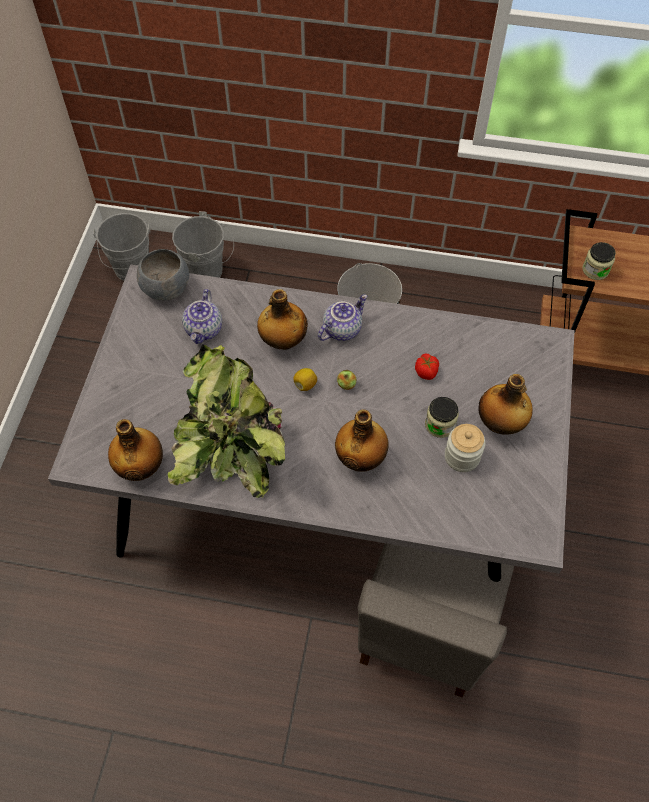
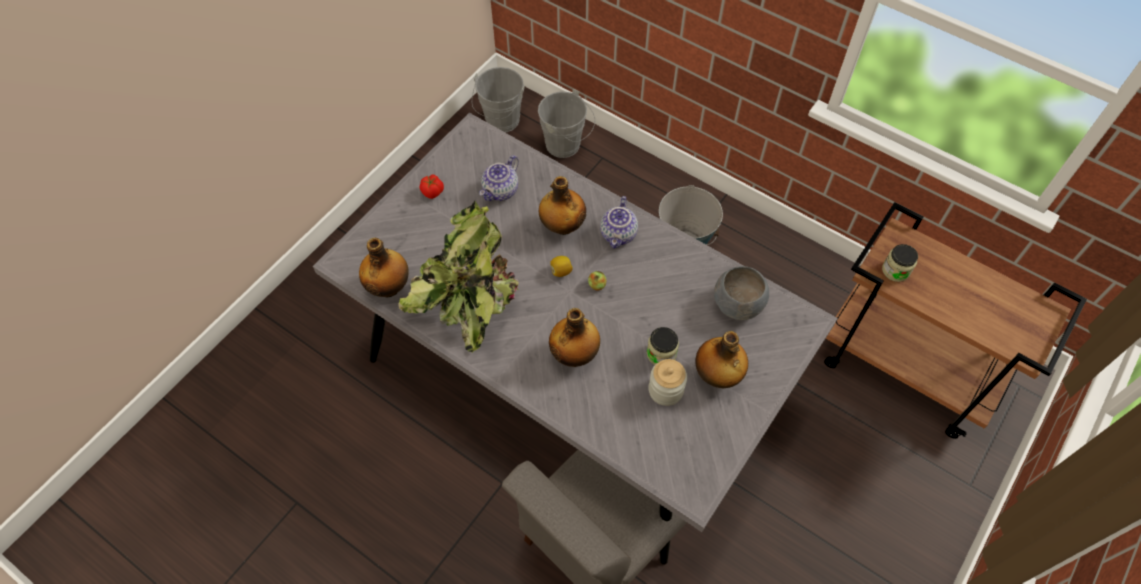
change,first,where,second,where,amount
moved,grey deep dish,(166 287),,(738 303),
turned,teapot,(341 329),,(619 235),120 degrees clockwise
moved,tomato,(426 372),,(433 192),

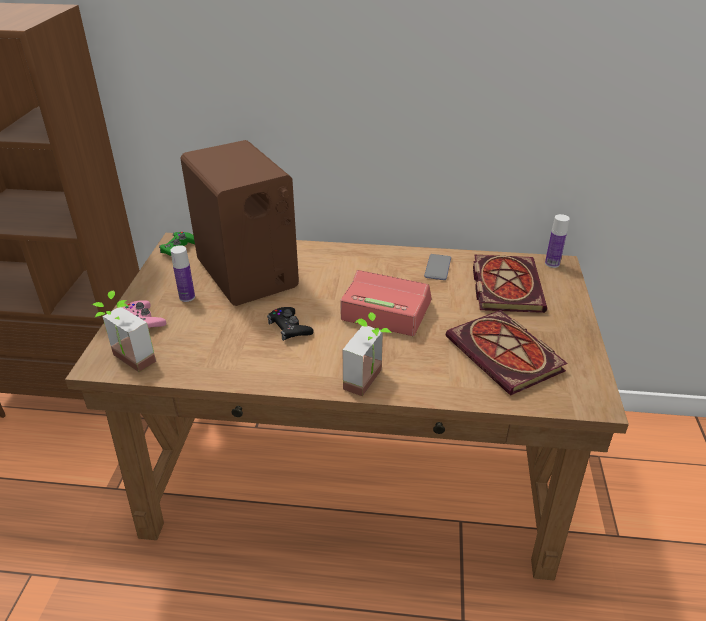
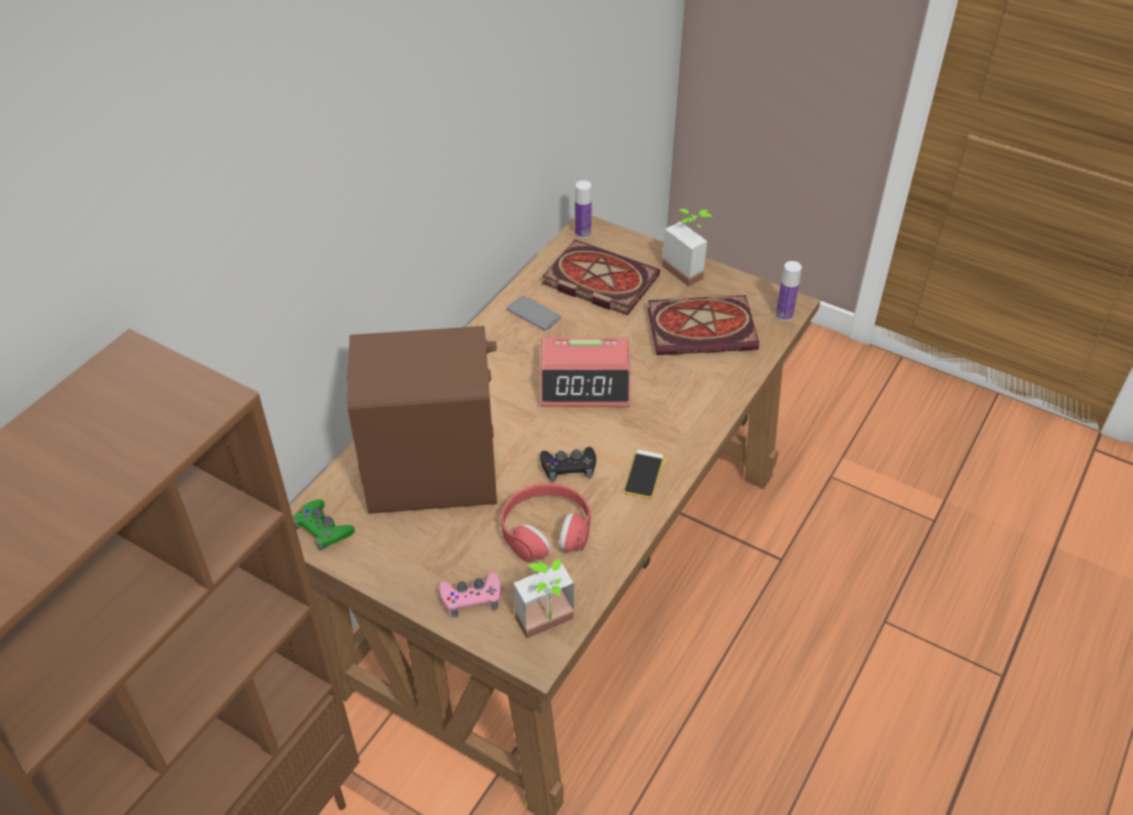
change,first,where,second,where,amount
moved,drink bottle,(187 297),,(784 315),
turned,alarm clock,(385 311),,(585 382),135 degrees counterclockwise
moved,houseplant,(370 382),,(688 269),
added,,,phone,(644 474),
added,,,red headset,(546 530),

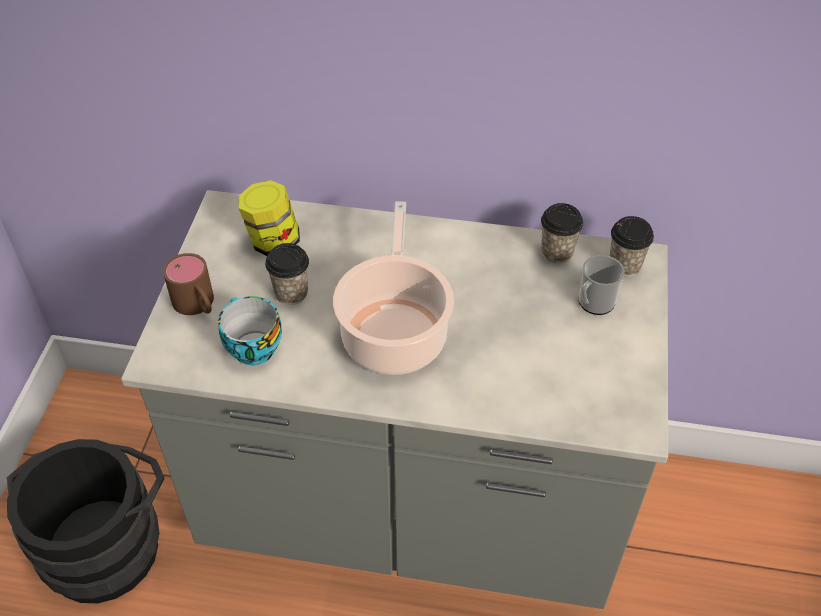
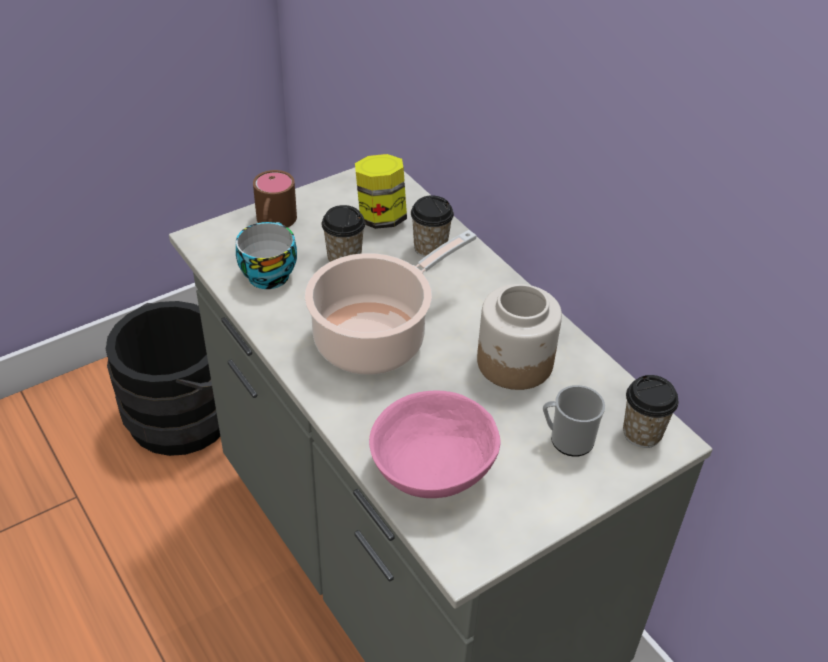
change,first,where,second,where,amount
moved,cup,(557 252),,(430 248),
added,,,storage jar,(515 363),
added,,,pink deep dish,(434 469),

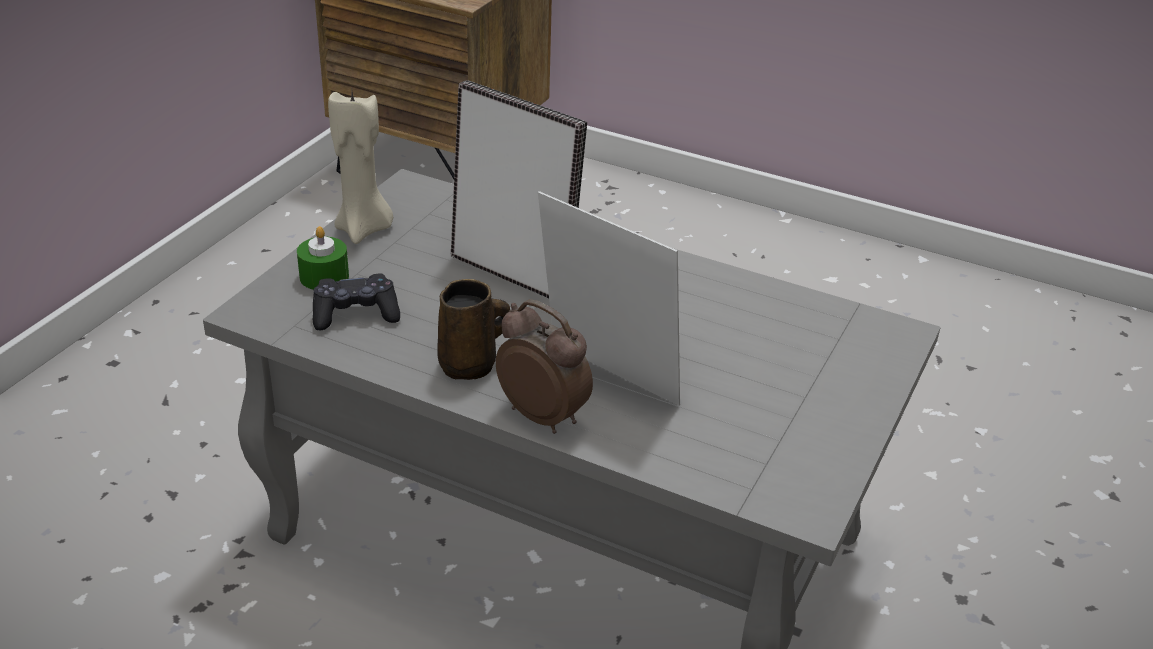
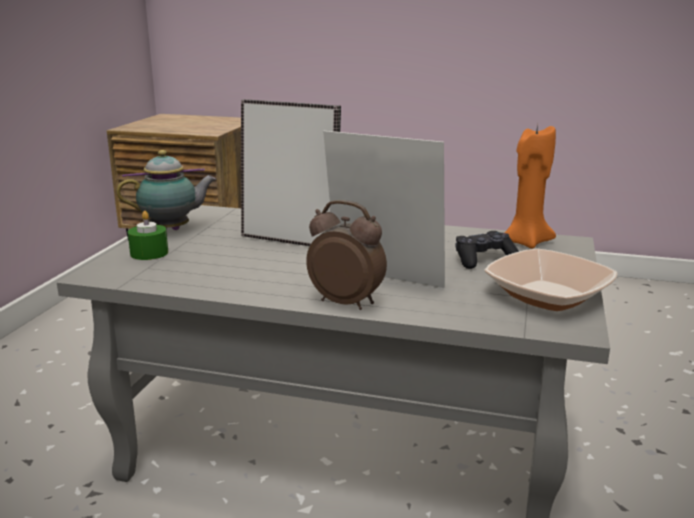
change,first,where,second,where,amount
replaced,beige-coloured candle,(364 229),teapot,(172 230),
moved,black joypad,(355 314),,(484 259),
removed,brownish tea mug,(471 365),,,
added,,,orangey candle,(525 242),
added,,,deep dish,(548 295),

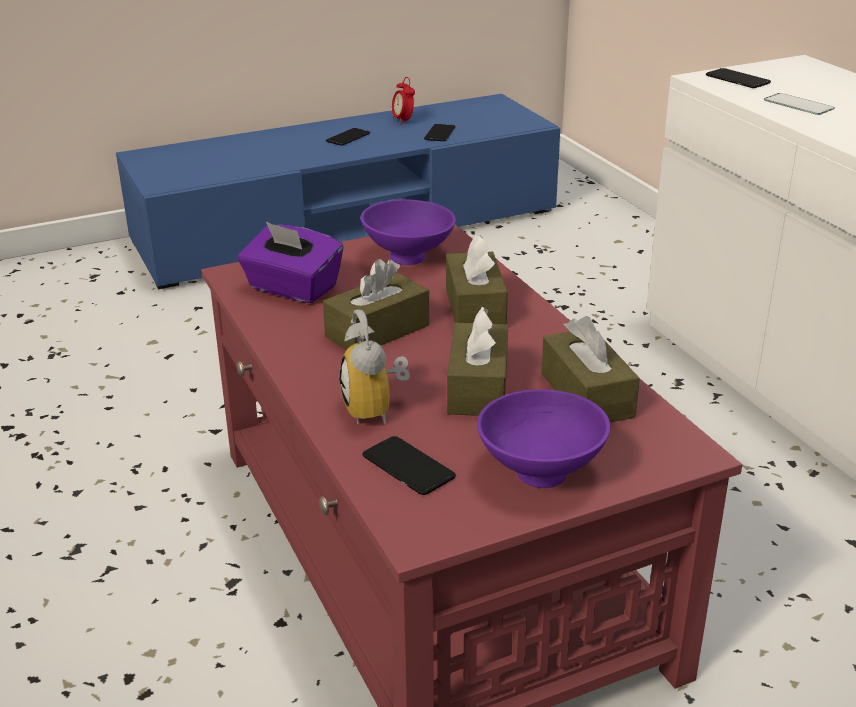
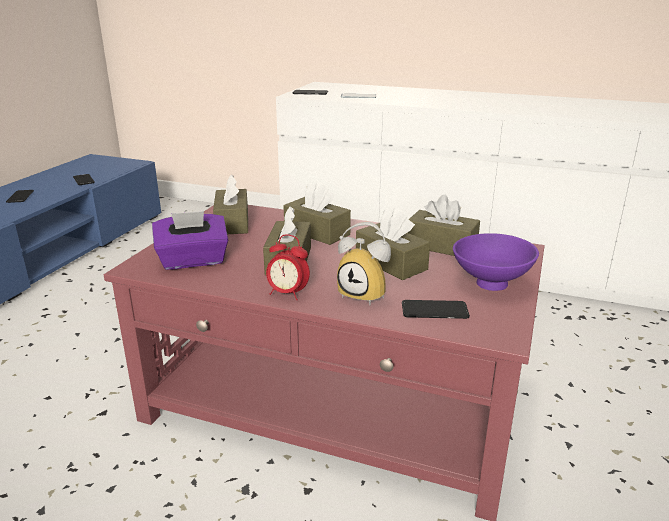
change,first,where,second,where,amount
moved,alarm clock,(403 121),,(287 294),
replaced,purple-coloured deep dish,(408 256),brownish box of tissues,(232 223),

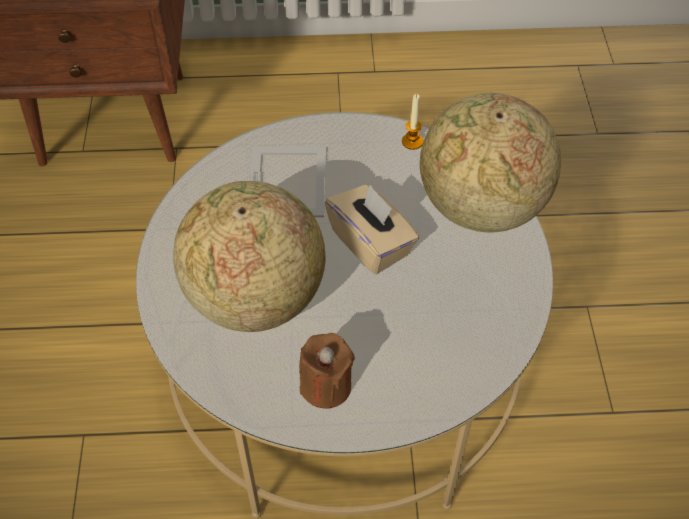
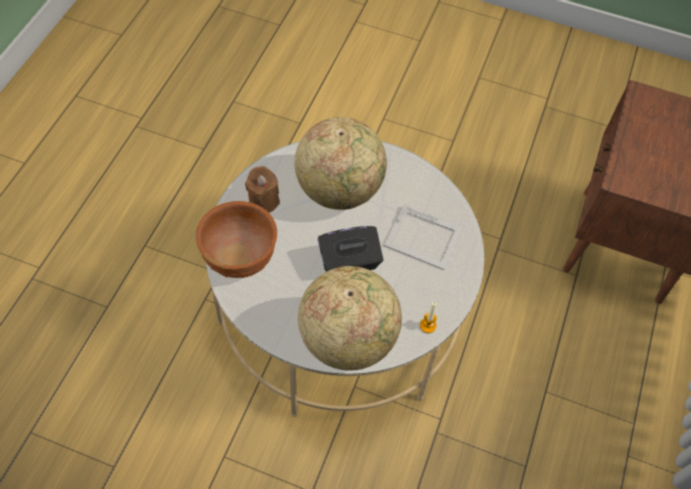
change,first,where,second,where,amount
recoloured,beige-coloured box of tissues,(371 243),black box of tissues,(349 262),
added,,,brownish deep dish,(240 257),

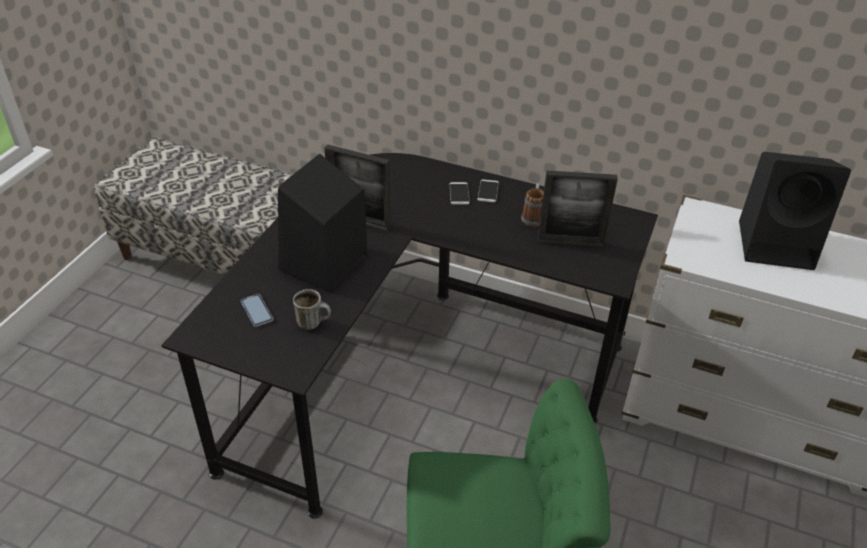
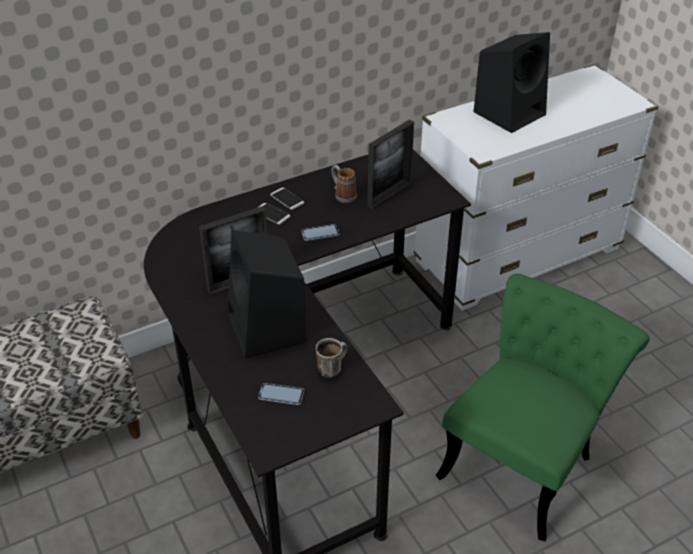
change,first,where,second,where,amount
added,,,phone,(320 233),

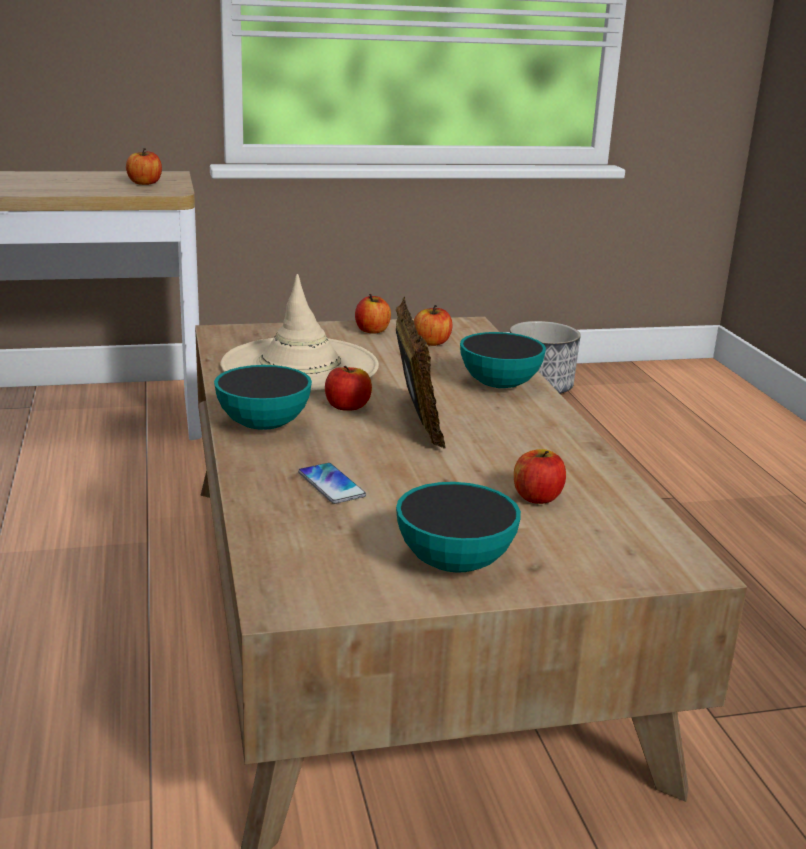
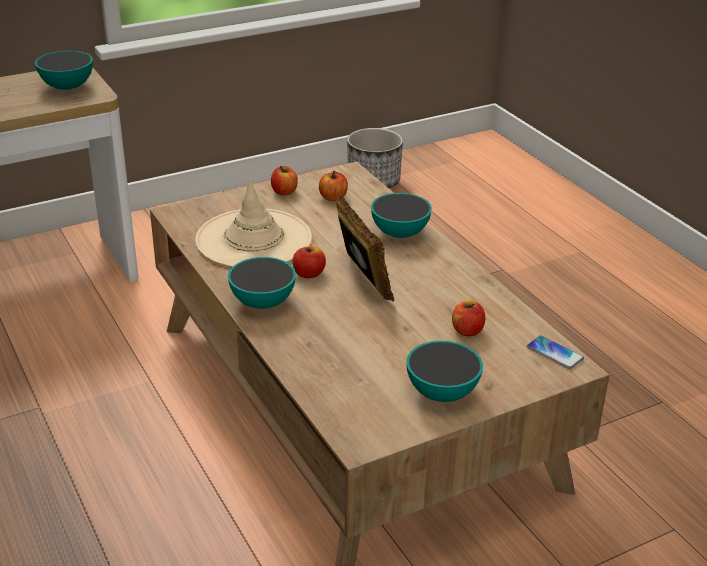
change,first,where,second,where,amount
replaced,apple,(145 183),deep dish,(67 87),
moved,phone,(331 484),,(554 353),

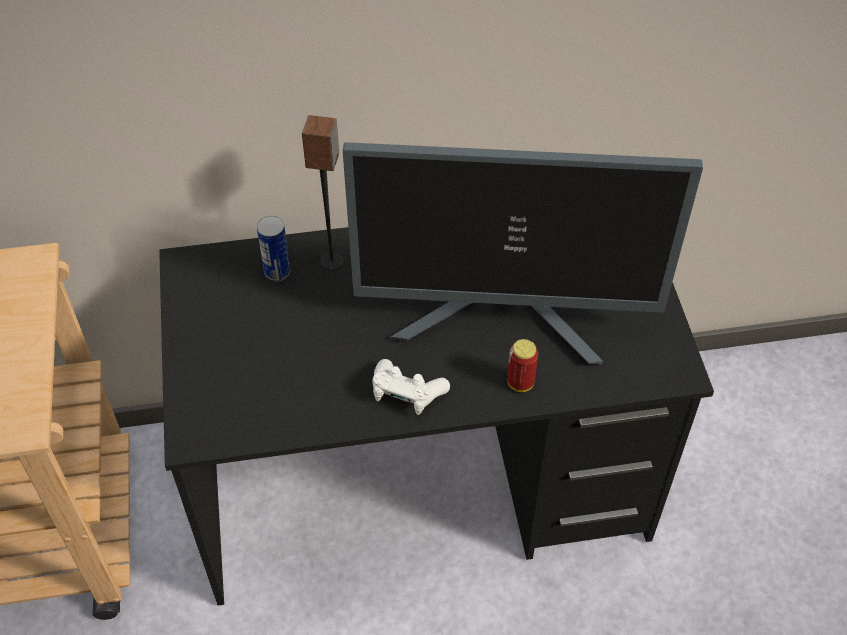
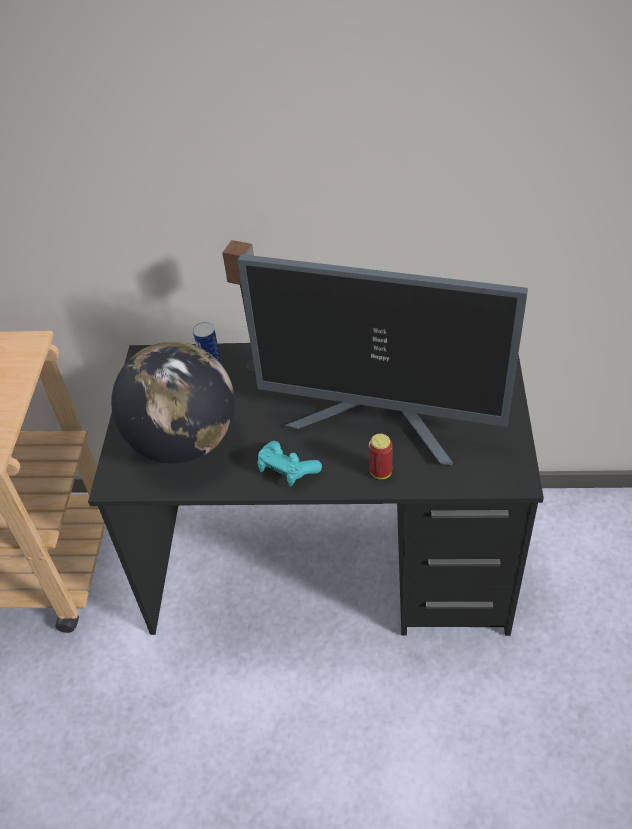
change,first,where,second,where,amount
recoloured,whitish joypad,(406 394),blue-green joypad,(287 470),
added,,,desk globe,(184 442),

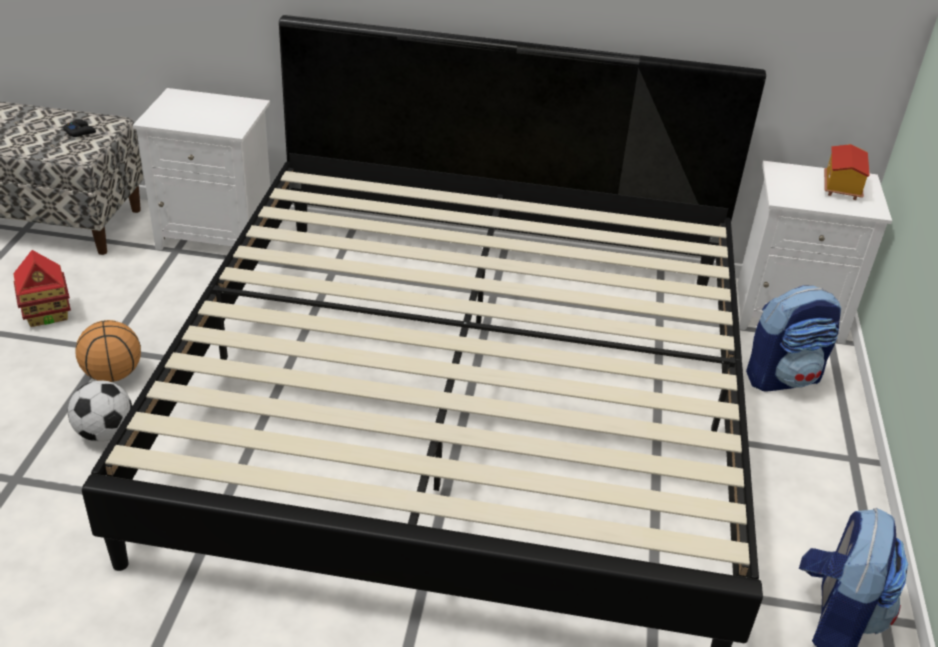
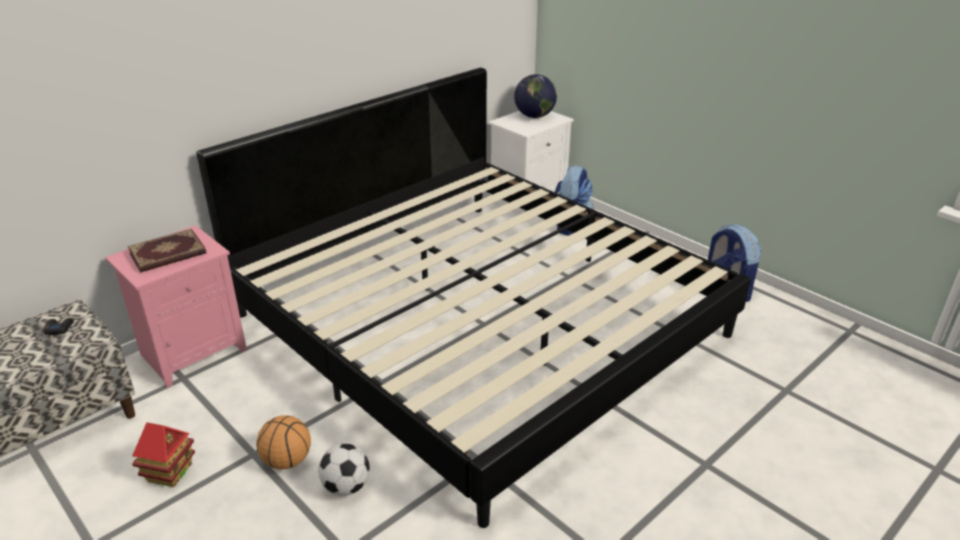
change,first,where,second,where,amount
recoloured,whitish bedside table,(219 234),pink bedside table,(194 351),
replaced,miniature house,(840 187),desk globe,(534 116),
added,,,volume,(168 254),

